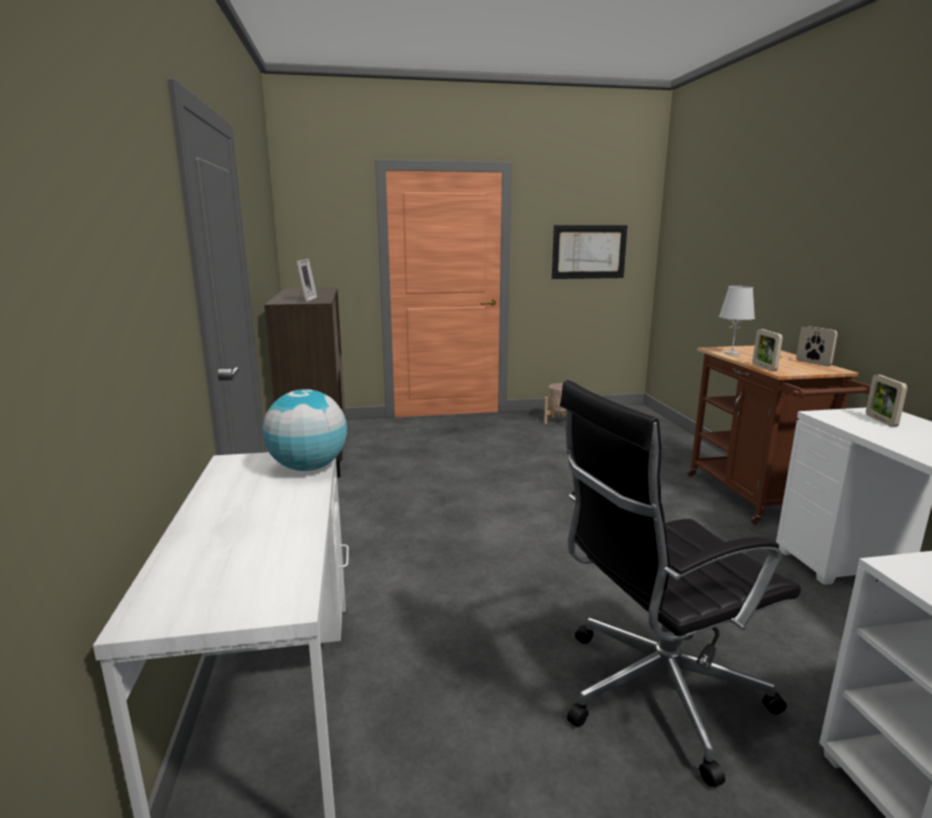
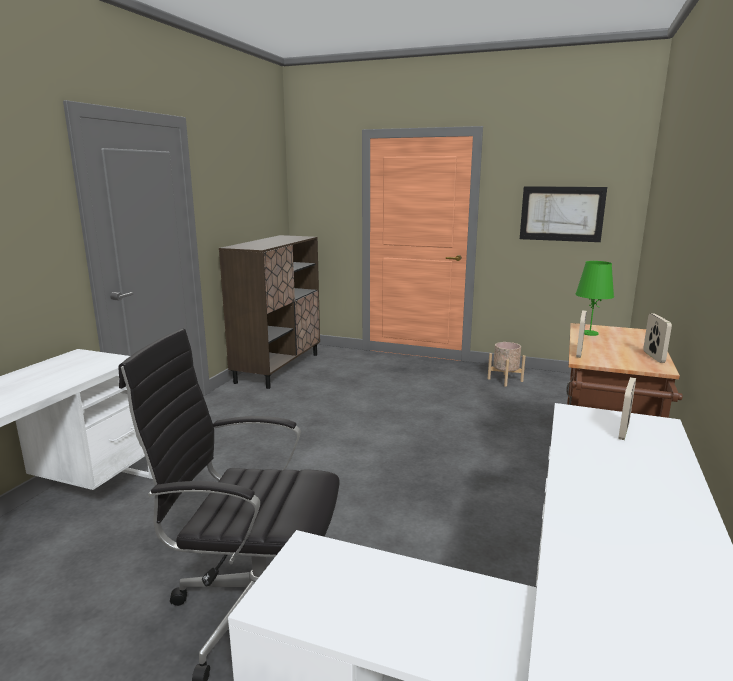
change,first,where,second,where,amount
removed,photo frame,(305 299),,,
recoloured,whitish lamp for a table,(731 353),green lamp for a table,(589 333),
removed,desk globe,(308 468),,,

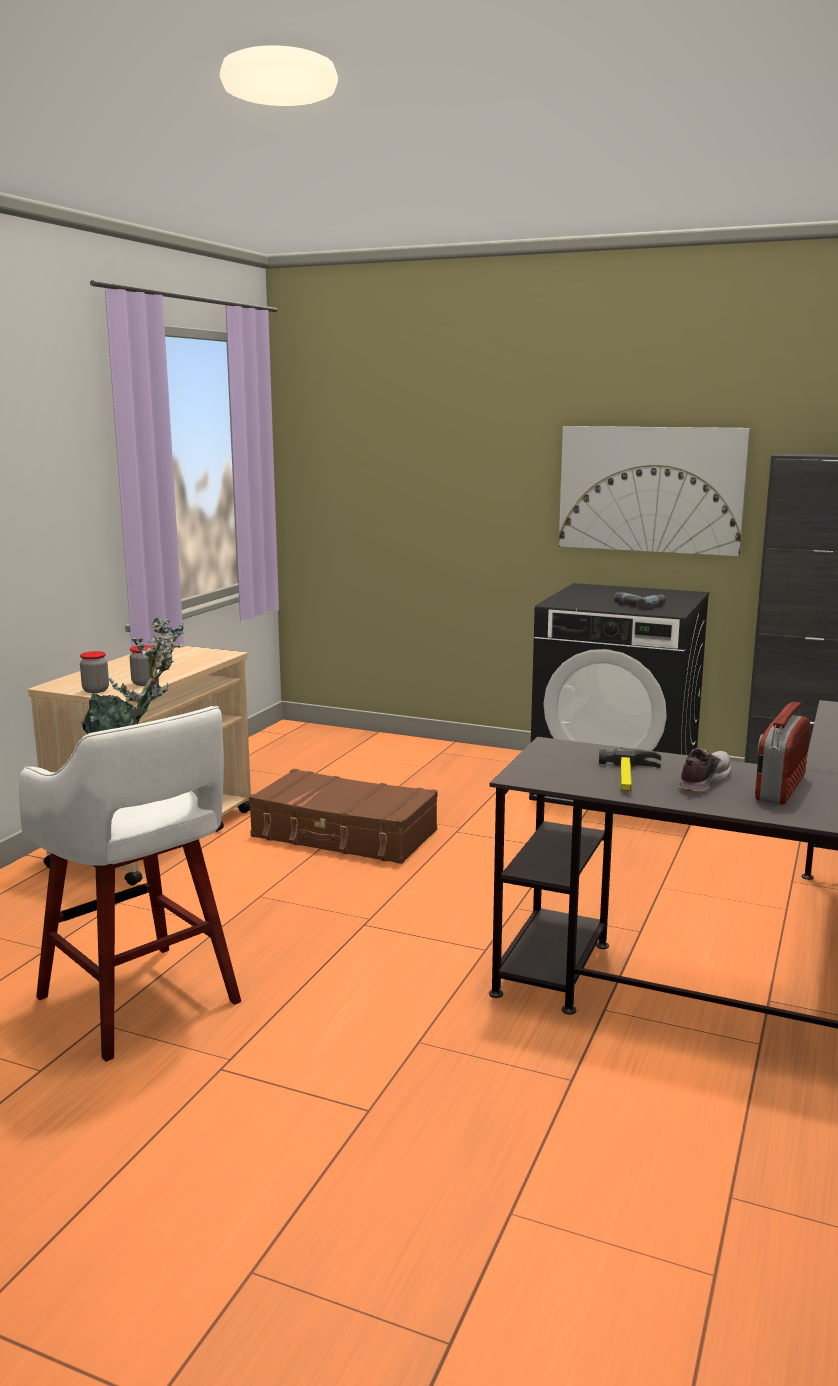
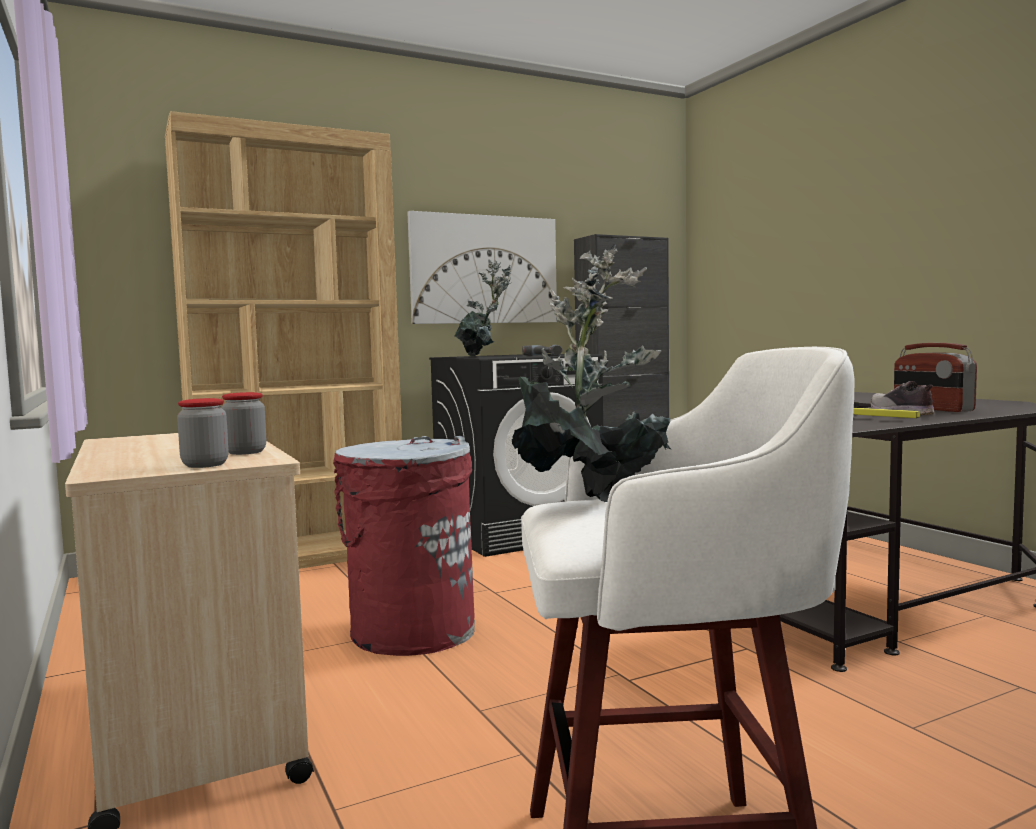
change,first,where,second,where,amount
replaced,brownish piece of luggage,(344 835),red waste bin,(411 631),
added,,,brownish bookcase,(301 557),
added,,,houseplant,(482 356),

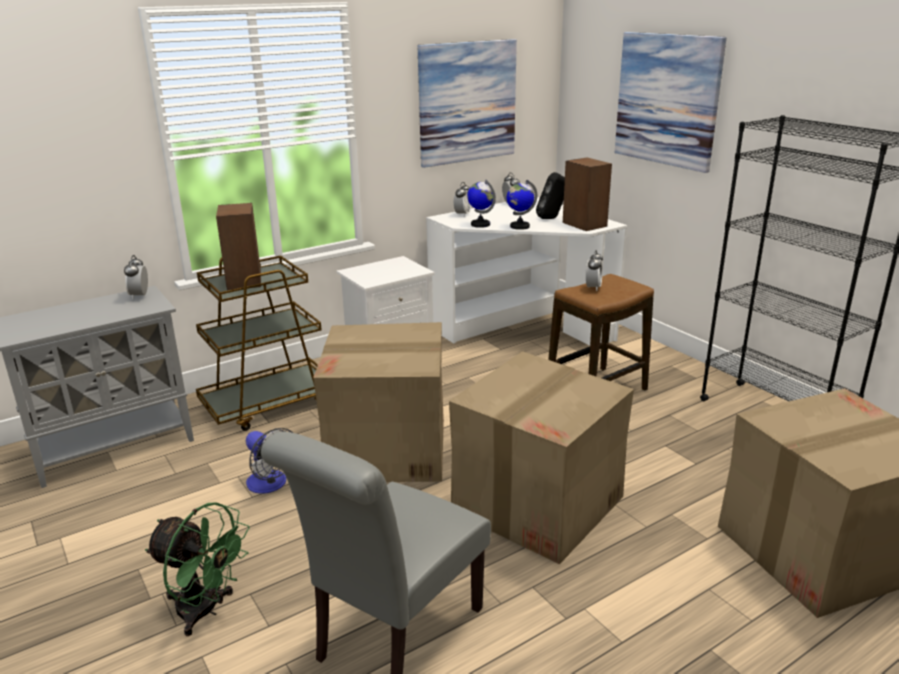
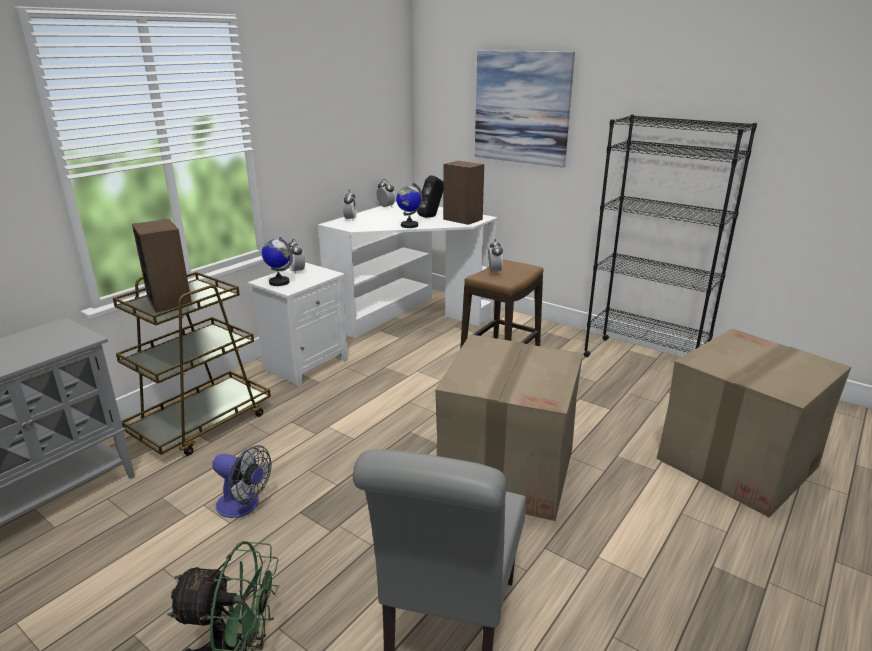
change,first,where,second,where,amount
removed,picture,(467 102),,,
moved,desk globe,(480 224),,(279 282),
moved,alarm clock,(140 296),,(297 271),
removed,carton,(388 449),,,

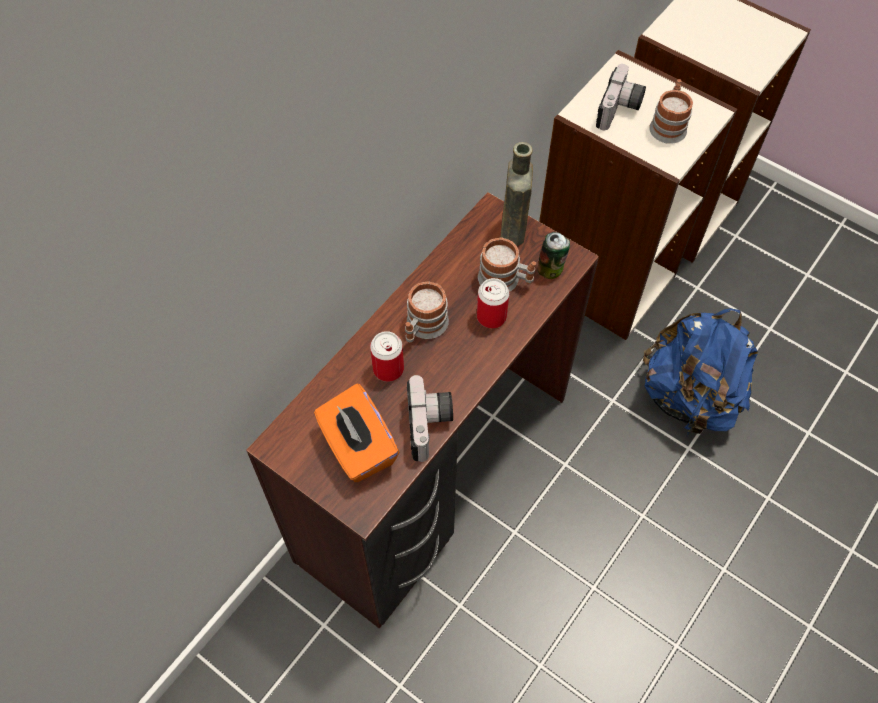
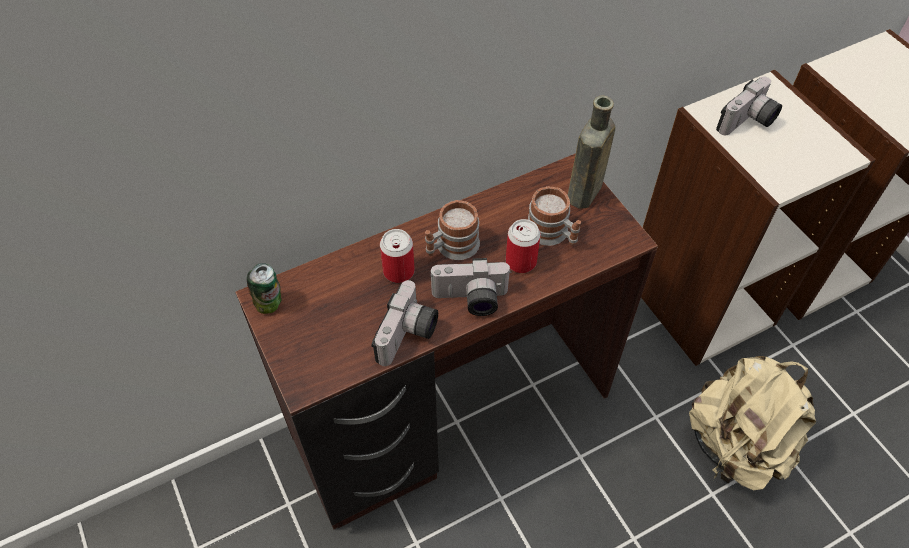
change,first,where,second,where,amount
removed,tea mug,(668 125),,,
moved,metal can,(551 269),,(270 304),
recoloured,bluish knapsack,(689 397),beige-coloured knapsack,(736 445),
removed,orangey box of tissues,(358 447),,,
added,,,still camera,(470 300),

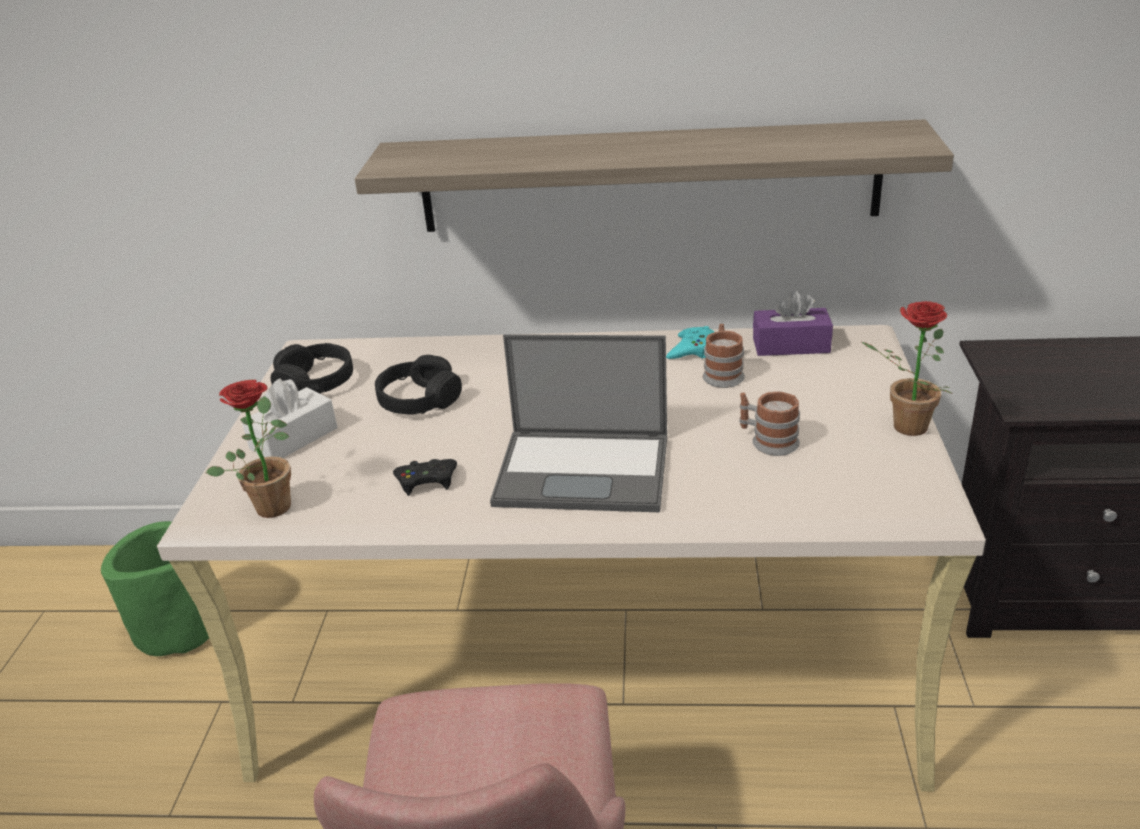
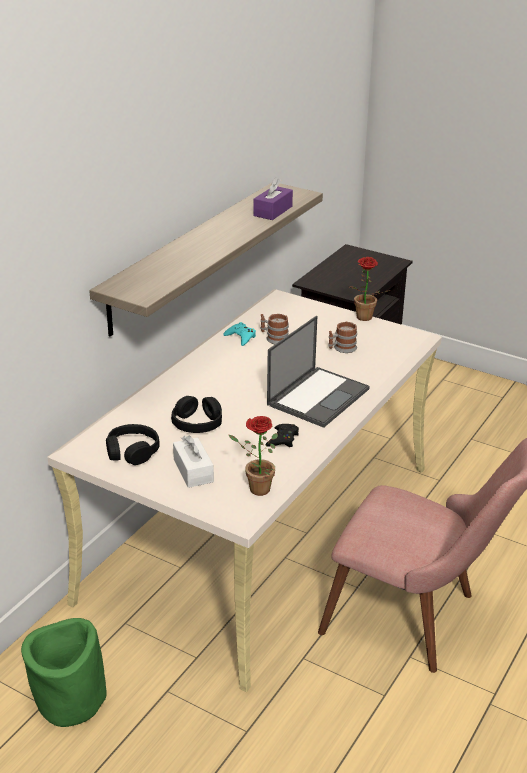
change,first,where,second,where,amount
moved,purple-coloured box of tissues,(791 345),,(273 211),

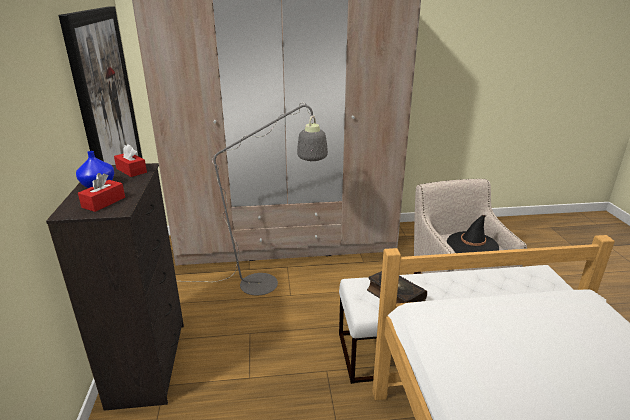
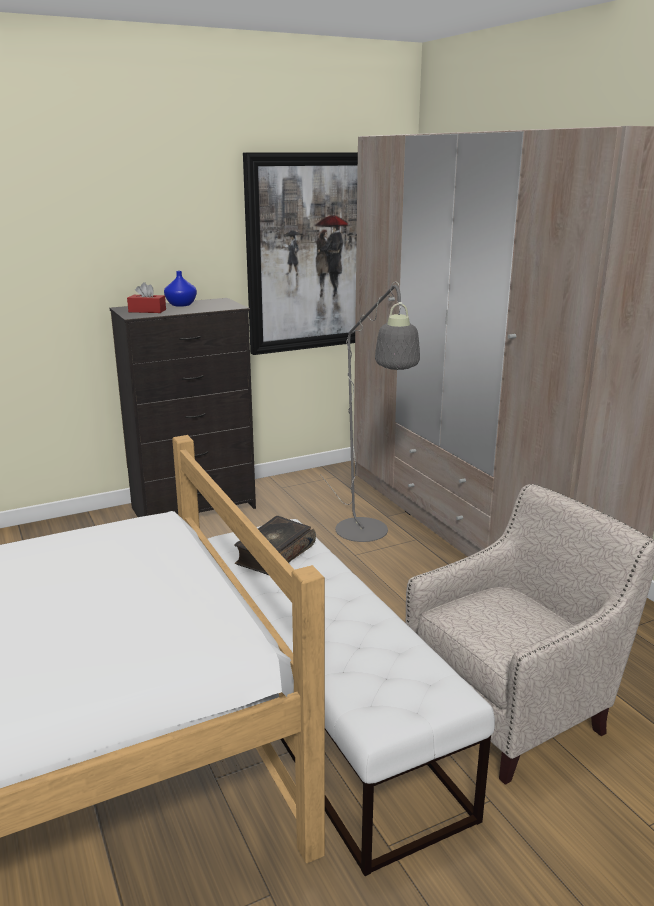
change,first,where,second,where,amount
removed,red box of tissues,(131 170),,,
removed,black hat,(472 245),,,

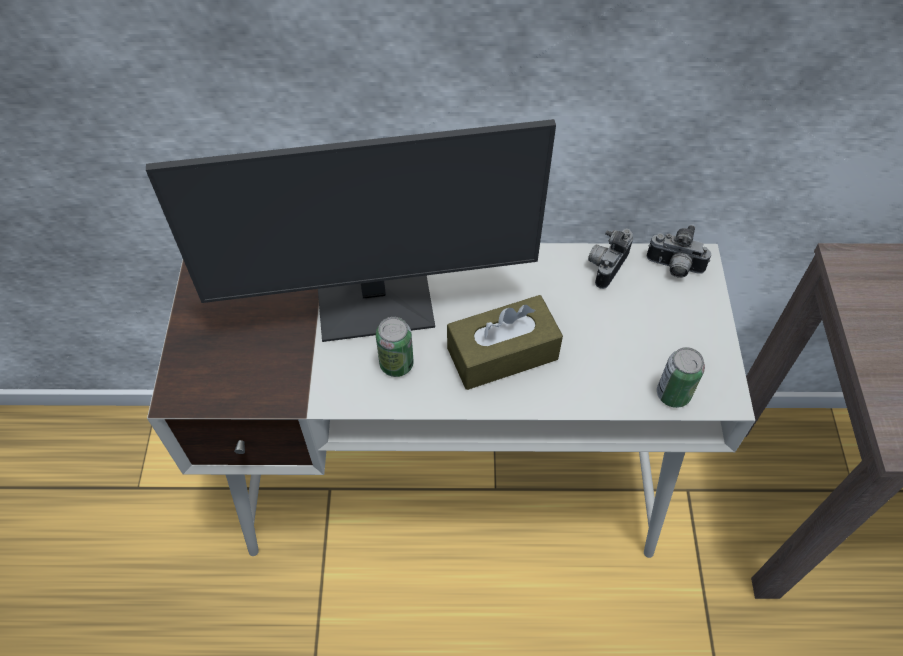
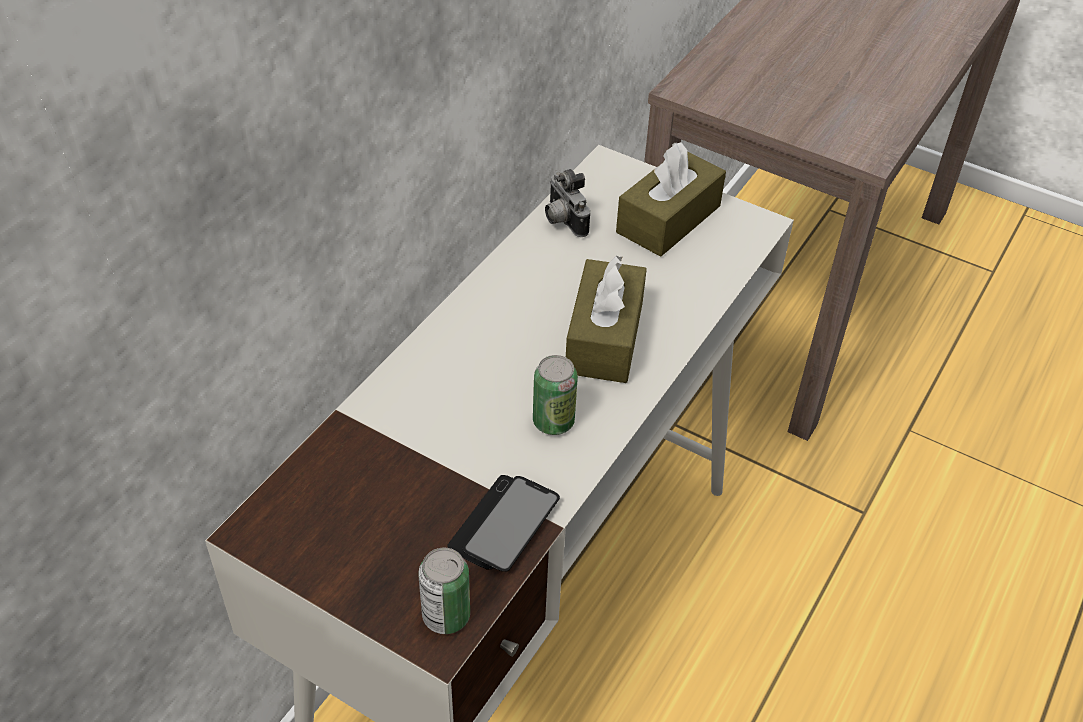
change,first,where,second,where,amount
removed,monitor,(375 301),,,
removed,still camera,(674 268),,,
moved,metal can,(673 394),,(446 616),
added,,,brownish box of tissues,(668 219),
added,,,phone,(504 524),

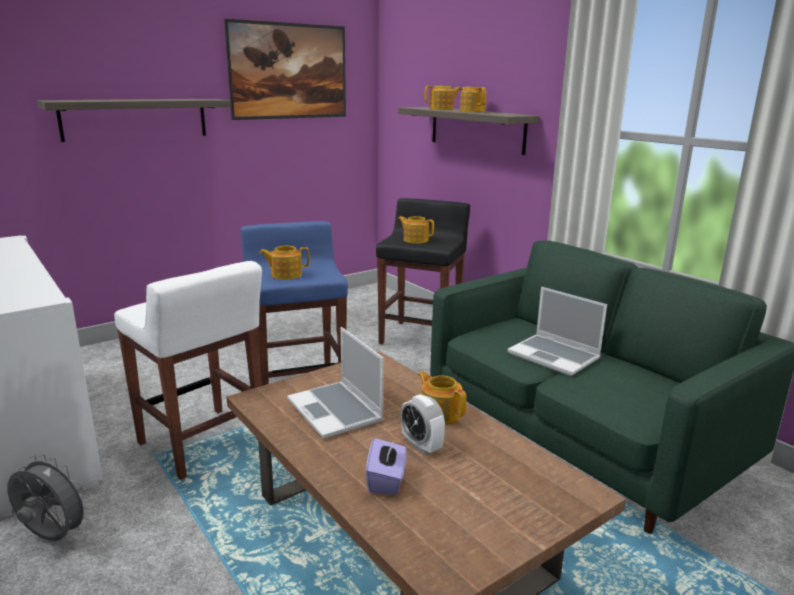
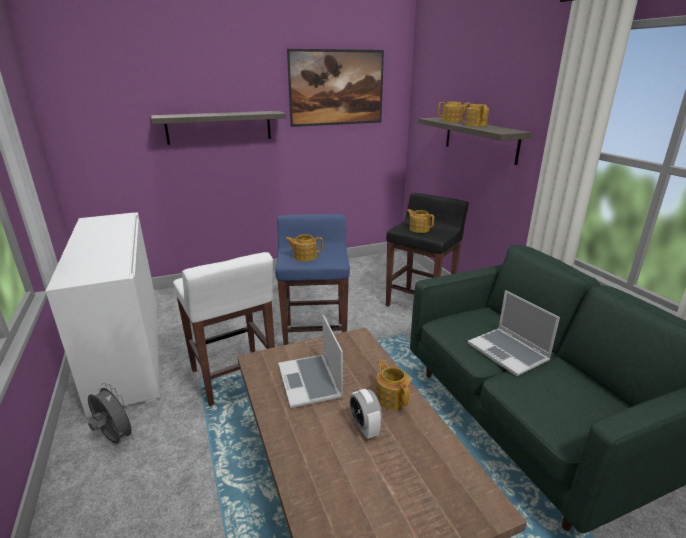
change,first,where,second,where,amount
removed,purple-coloured box of tissues,(386 480),,,

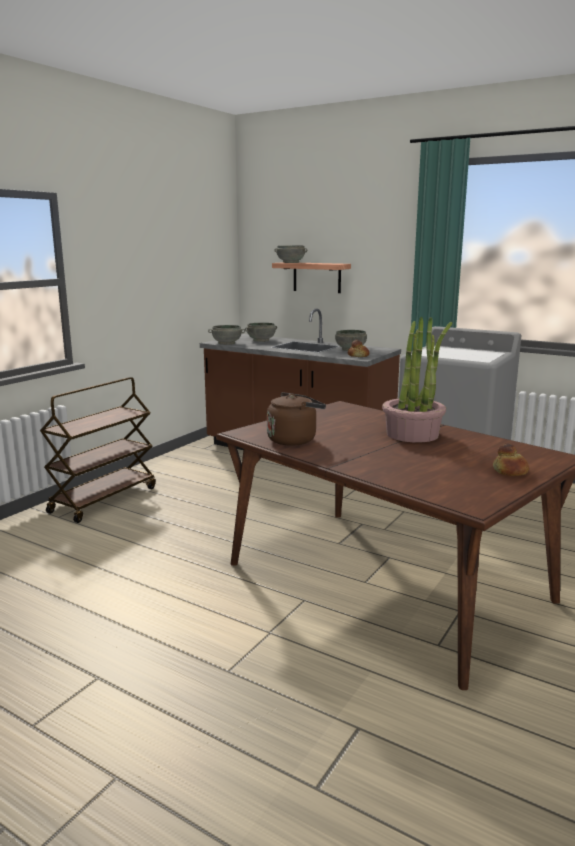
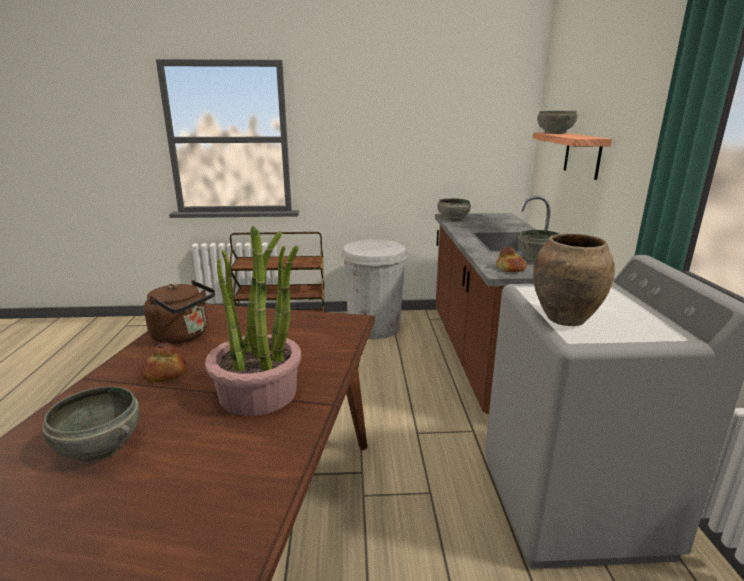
change,first,where,second,where,amount
moved,grey deep dish,(261 340),,(98 447),
moved,baked bread,(510 471),,(164 374),
added,,,brownish decorative vase,(566 319),
added,,,whitish waste bin,(374 327),

